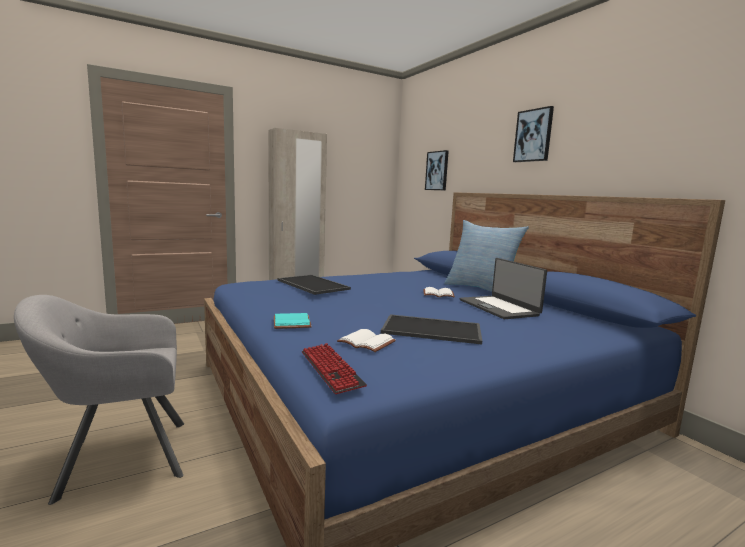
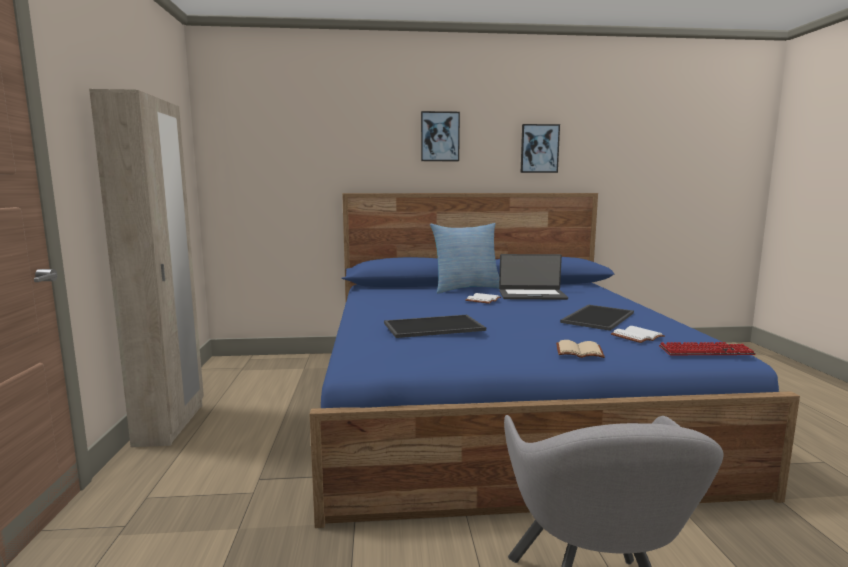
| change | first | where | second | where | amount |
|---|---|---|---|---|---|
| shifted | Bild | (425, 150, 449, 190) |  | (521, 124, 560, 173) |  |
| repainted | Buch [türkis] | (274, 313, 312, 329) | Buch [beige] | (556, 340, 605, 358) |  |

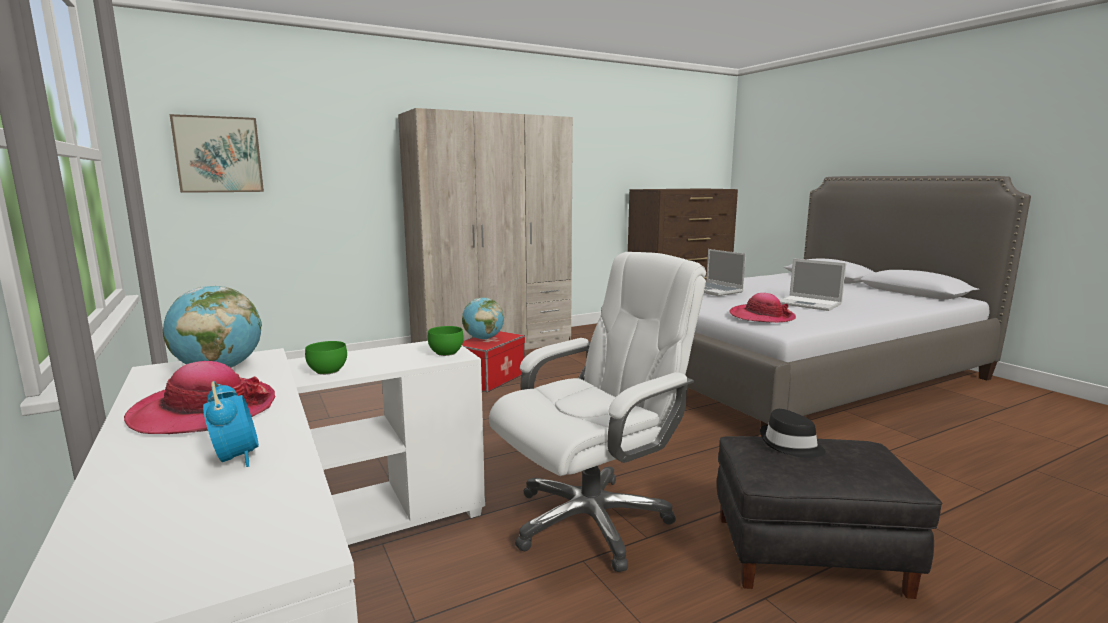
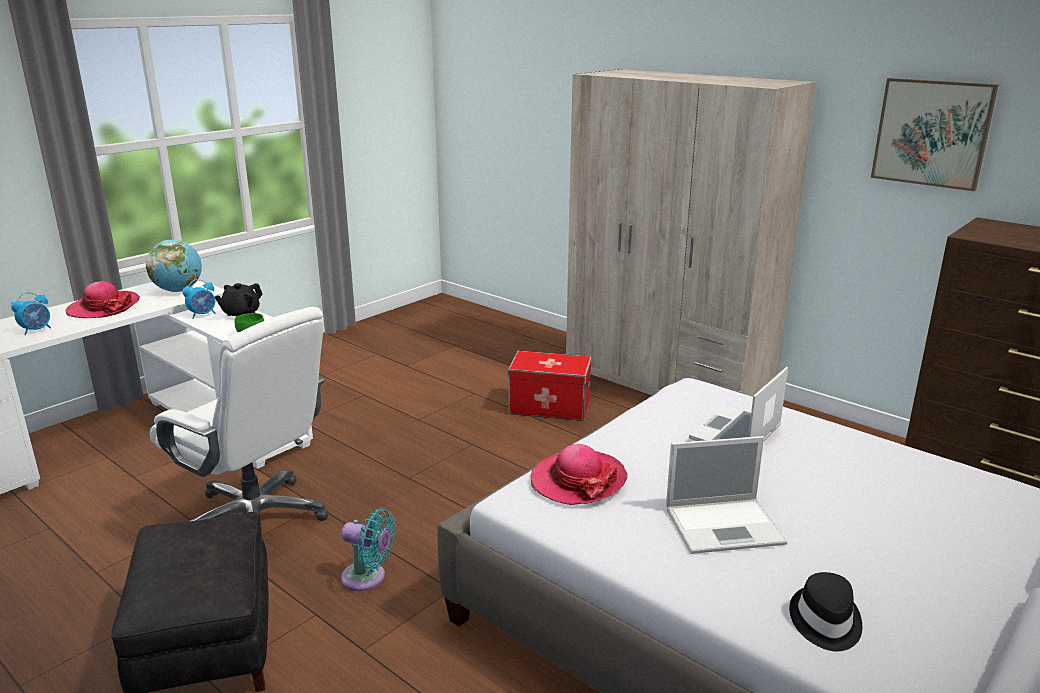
| change | first | where | second | where | amount |
|---|---|---|---|---|---|
| gone | Globus | (462, 297, 504, 340) |  |  |  |
| new |  |  | Teekanne [schwarz] | (215, 283, 263, 317) |  |
| new |  |  | Ventilator [türkis] | (341, 509, 396, 591) |  |
| shifted | Bild | (170, 114, 264, 193) |  | (871, 78, 999, 191) |  |
| shifted | Hut [schwarz] | (760, 409, 826, 458) |  | (789, 572, 862, 651) |  |
| swapped | Schüssel [grün] | (305, 341, 347, 375) | Wecker | (183, 279, 216, 319) |  |
| rotated | Laptop | (779, 258, 846, 311) |  | (666, 436, 787, 554) | 120 degrees counterclockwise |

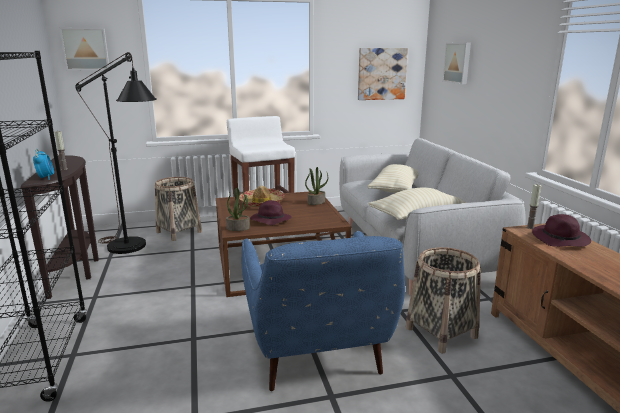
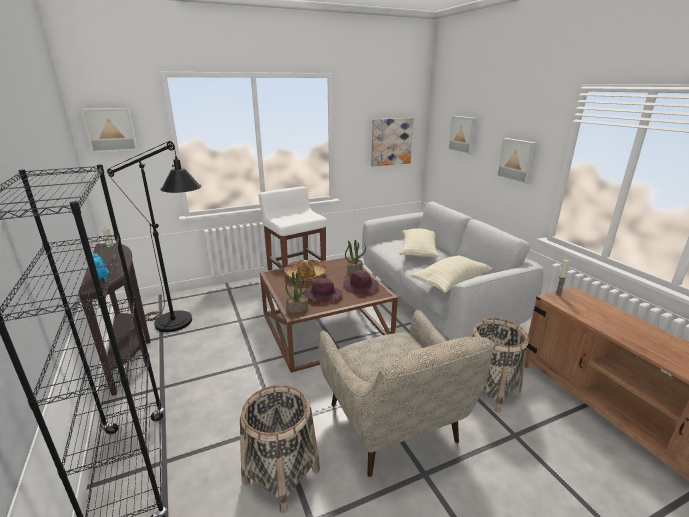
| change | first | where | second | where | amount |
|---|---|---|---|---|---|
| new |  |  | Bild | (496, 138, 537, 185) |  |
| shifted | Korb | (155, 177, 202, 241) |  | (240, 385, 320, 513) |  |
| shifted | Hut [lila] | (532, 214, 591, 247) |  | (343, 270, 379, 294) |  |
| repainted | Sessel [blau] | (242, 231, 405, 391) | Sessel [beige] | (318, 310, 494, 477) |  |

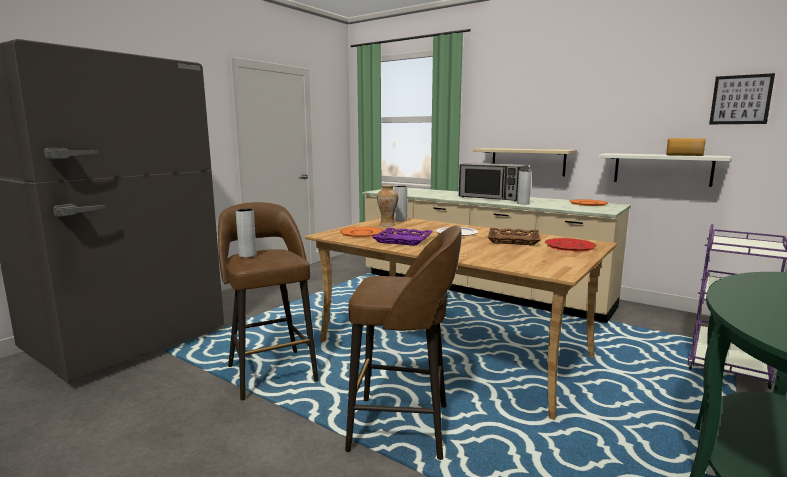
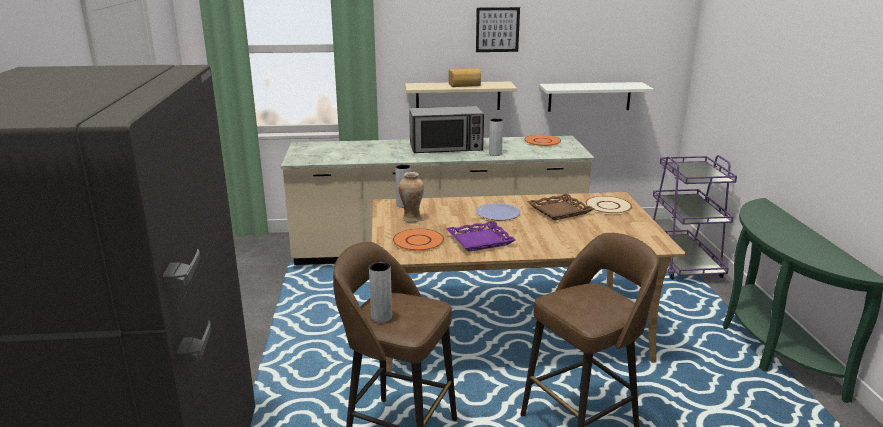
| change | first | where | second | where | amount |
|---|---|---|---|---|---|
| shifted | Brot | (666, 138, 706, 156) |  | (449, 68, 481, 87) |  |
| shifted | Bild | (709, 73, 775, 124) |  | (476, 7, 520, 52) |  |
| repainted | Teller [rot] | (545, 238, 597, 251) | Teller [beige] | (585, 196, 632, 214) |  |

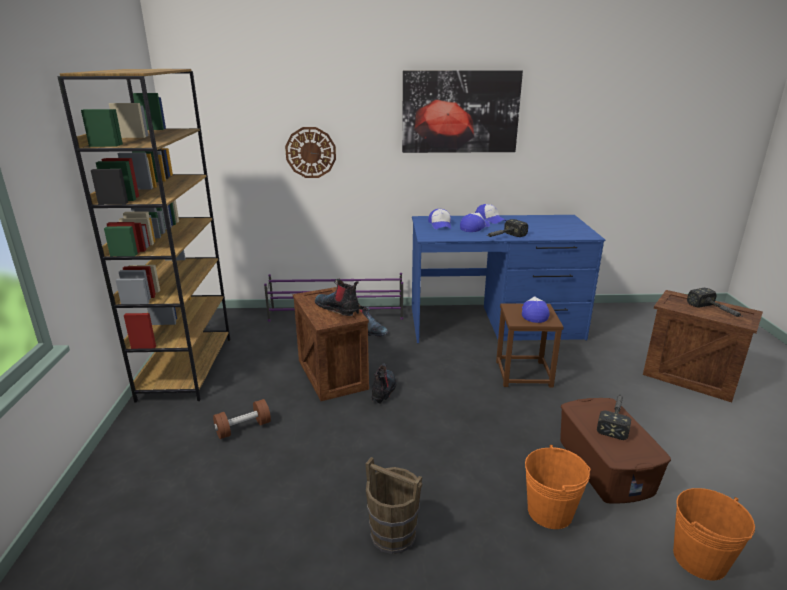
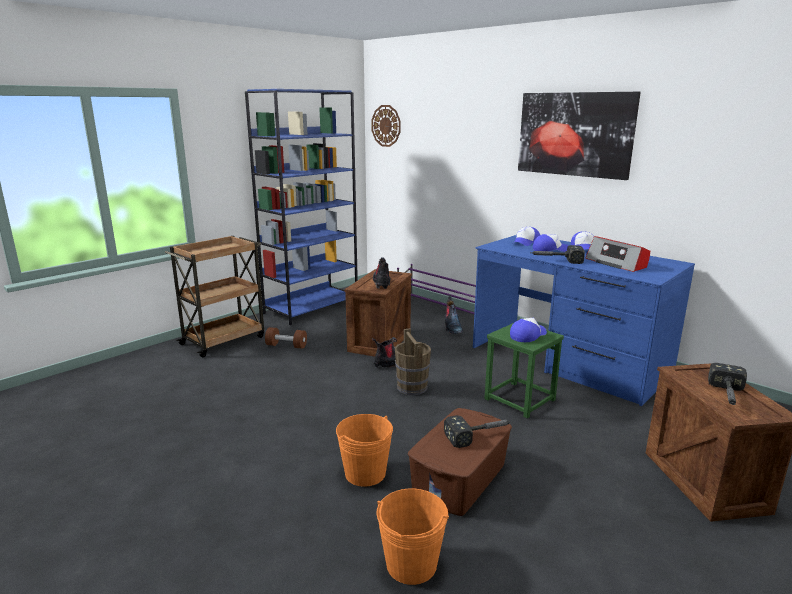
| change | first | where | second | where | amount |
|---|---|---|---|---|---|
| new |  |  | Rollwagen [braun] | (165, 236, 264, 357) |  |
| new |  |  | Radio | (586, 236, 650, 272) |  |
| shifted | Wanduhr | (285, 127, 336, 178) |  | (371, 105, 401, 147) |  |
| shifted | Eimer [braun] | (365, 457, 422, 554) |  | (395, 328, 431, 395) |  |
| repainted | Bücherregal [braun] | (57, 69, 230, 402) | Bücherregal [blau] | (245, 89, 358, 325) |  |
| repainted | Hocker [braun] | (496, 303, 564, 388) | Hocker [grün] | (484, 323, 564, 418) |  |

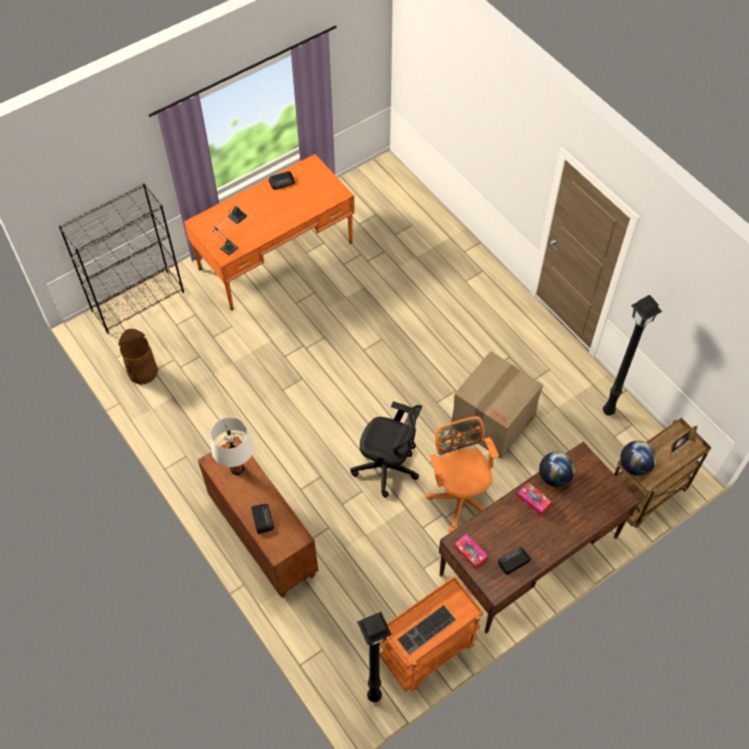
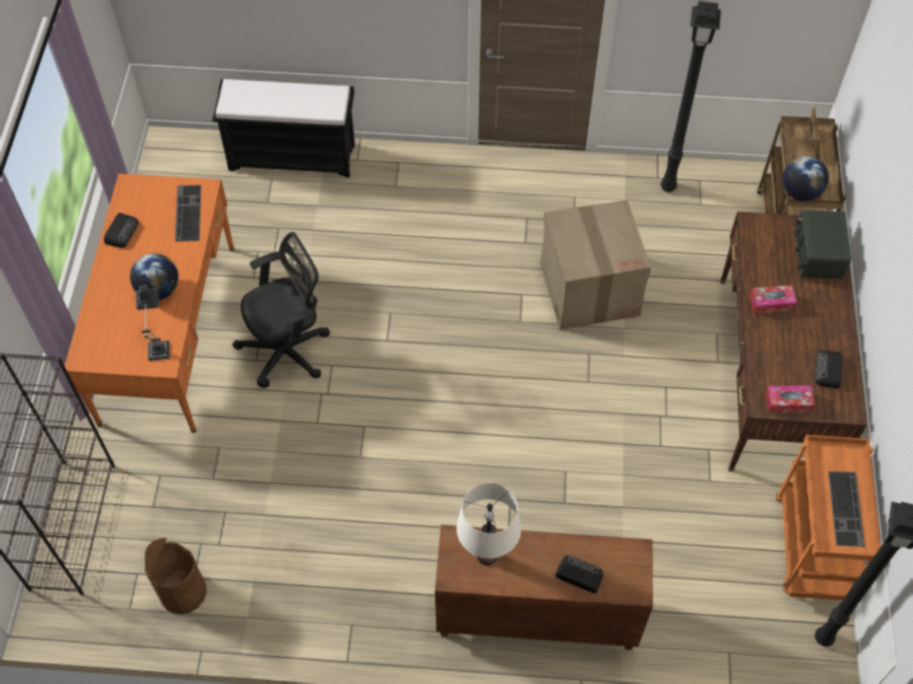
| change | first | where | second | where | amount |
|---|---|---|---|---|---|
| gone | Bürostuhl [orange] | (426, 416, 499, 532) |  |  |  |
| new |  |  | Tastatur | (175, 185, 201, 242) |  |
| new |  |  | Bank [schwarz] | (212, 79, 355, 178) |  |
| new |  |  | Radio | (794, 210, 851, 279) |  |
| shifted | Bürostuhl [schwarz] | (350, 401, 422, 498) |  | (232, 232, 330, 388) |  |
| shifted | Globus | (539, 451, 575, 487) |  | (130, 253, 179, 300) |  |

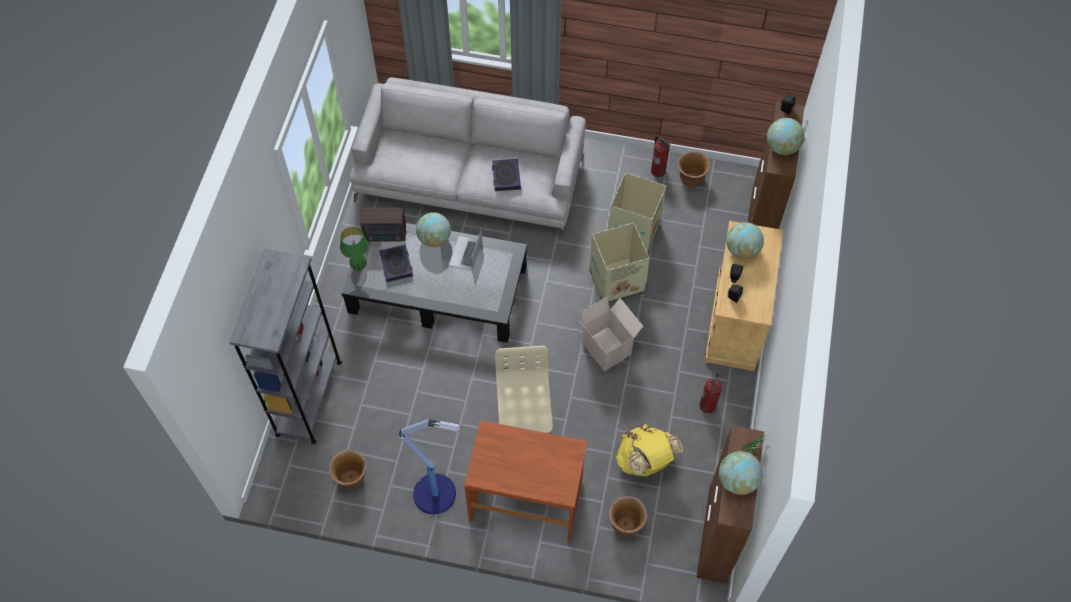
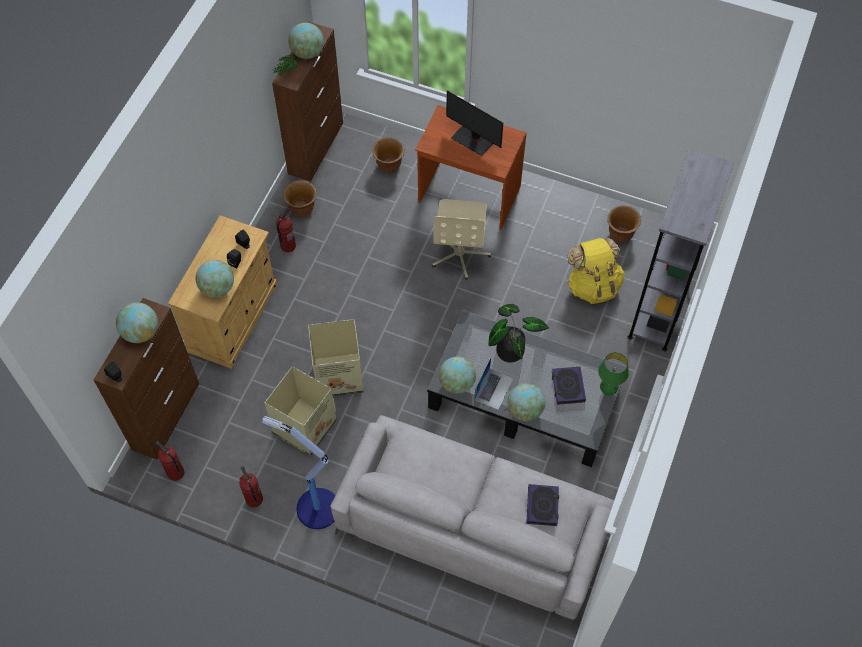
| change | first | where | second | where | amount |
|---|---|---|---|---|---|
| gone | Radio | (361, 208, 406, 242) |  |  |  |
| gone | Karton | (581, 297, 644, 371) |  |  |  |
| new |  |  | Feuerlöscher | (156, 441, 184, 481) |  |
| new |  |  | Globus | (439, 357, 476, 394) |  |
| new |  |  | Monitor | (446, 91, 503, 156) |  |
| new |  |  | Topfpflanze | (489, 304, 549, 363) |  |
| shifted | Stehlampe | (399, 419, 460, 514) |  | (262, 416, 335, 529) |  |
| shifted | Buch | (492, 159, 521, 191) |  | (526, 484, 559, 526) |  |
| shifted | Rucksack [gelb] | (616, 424, 684, 476) |  | (568, 238, 625, 304) |  |
| shifted | Pflanzkübel [braun] | (678, 151, 711, 187) |  | (283, 180, 317, 217) |  |

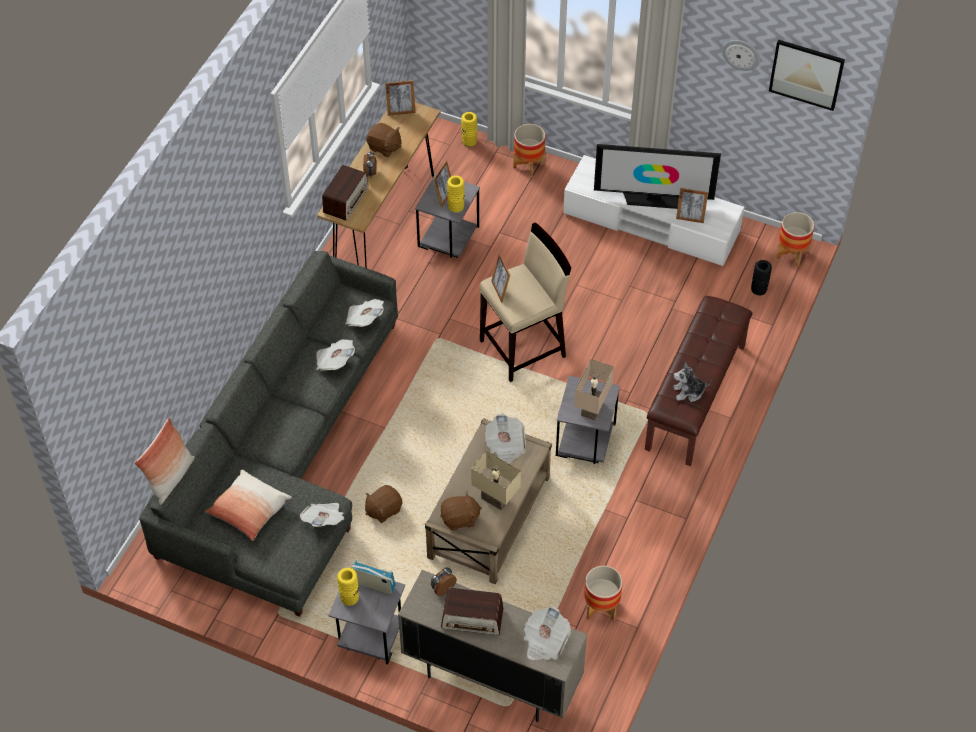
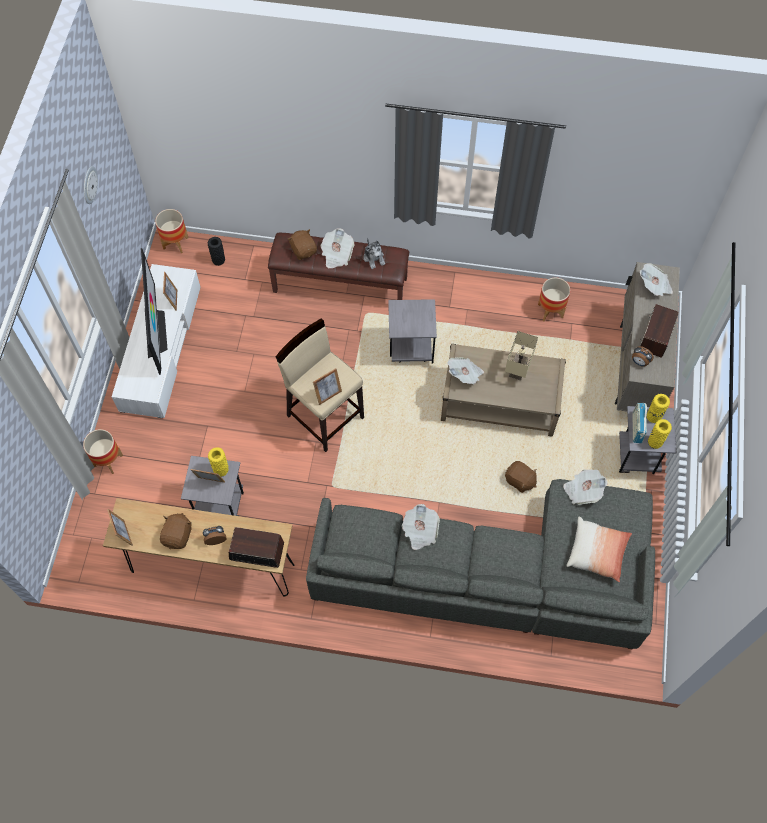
| change | first | where | second | where | amount |
|---|---|---|---|---|---|
| gone | Kissen | (134, 417, 195, 505) |  |  |  |
| gone | Tischlampe [beige] | (574, 359, 614, 421) |  |  |  |
| gone | Bild | (769, 40, 845, 111) |  |  |  |
| shifted | Zeitung | (345, 299, 384, 327) |  | (321, 228, 354, 268) |  |
| shifted | Plüschtier [braun] | (440, 492, 482, 531) |  | (288, 229, 317, 260) |  |
| shifted | Vase [gelb] | (461, 112, 477, 147) |  | (647, 394, 670, 423) |  |
| rotated | Radio | (441, 588, 503, 635) |  | (640, 304, 679, 358) | 150 degrees counterclockwise |

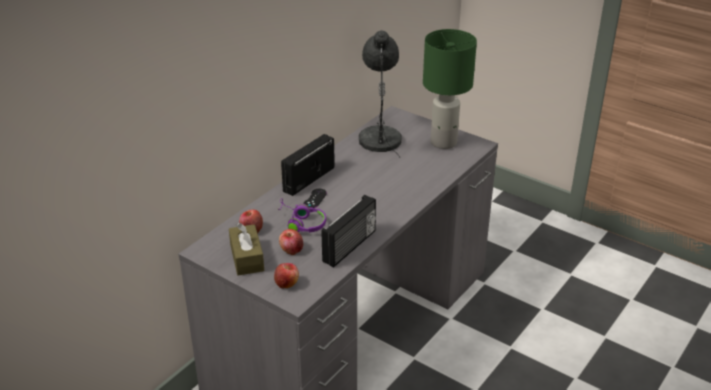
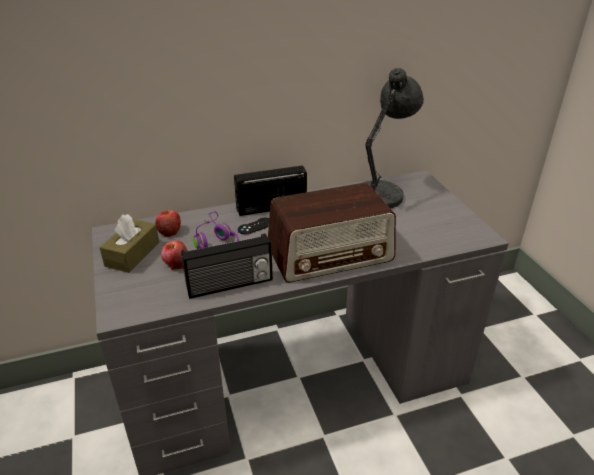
| change | first | where | second | where | amount |
|---|---|---|---|---|---|
| gone | Apfel | (274, 263, 299, 288) |  |  |  |
| gone | Tischlampe [grün] | (423, 29, 477, 149) |  |  |  |
| new |  |  | Radio | (268, 183, 396, 283) |  |

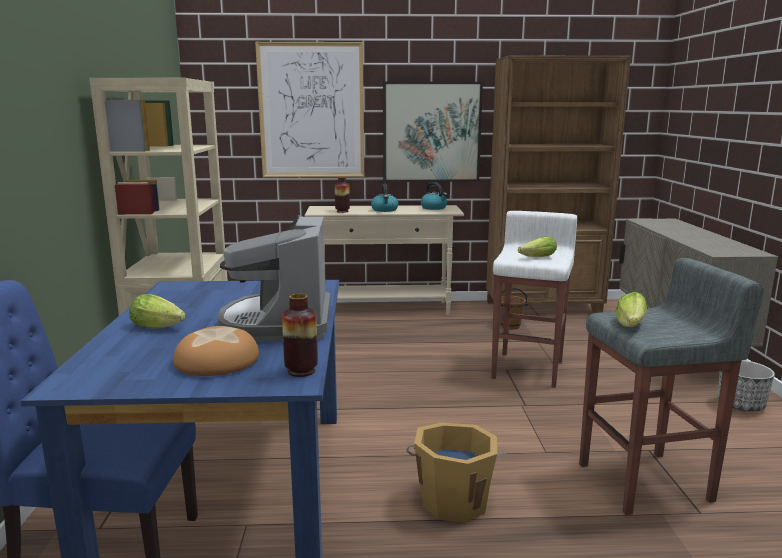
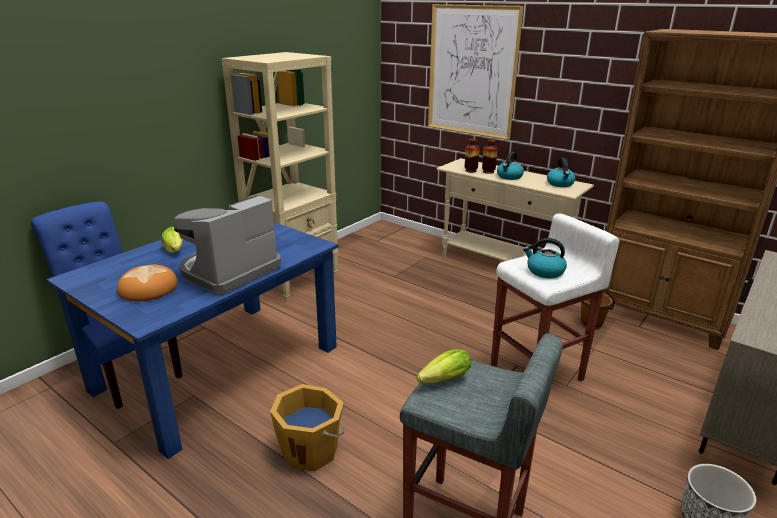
| change | first | where | second | where | amount |
|---|---|---|---|---|---|
| gone | Bild | (383, 82, 483, 182) |  |  |  |
| shifted | Vase | (282, 294, 318, 377) |  | (482, 139, 498, 174) |  |
| swapped | Salatkopf | (518, 236, 557, 257) | Wasserkessel | (523, 238, 567, 278) |  |

